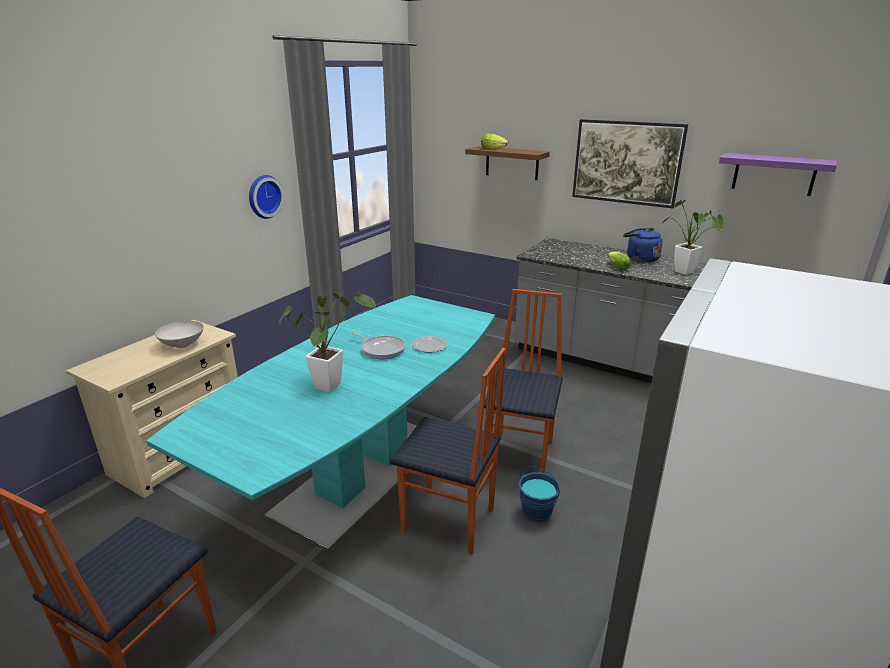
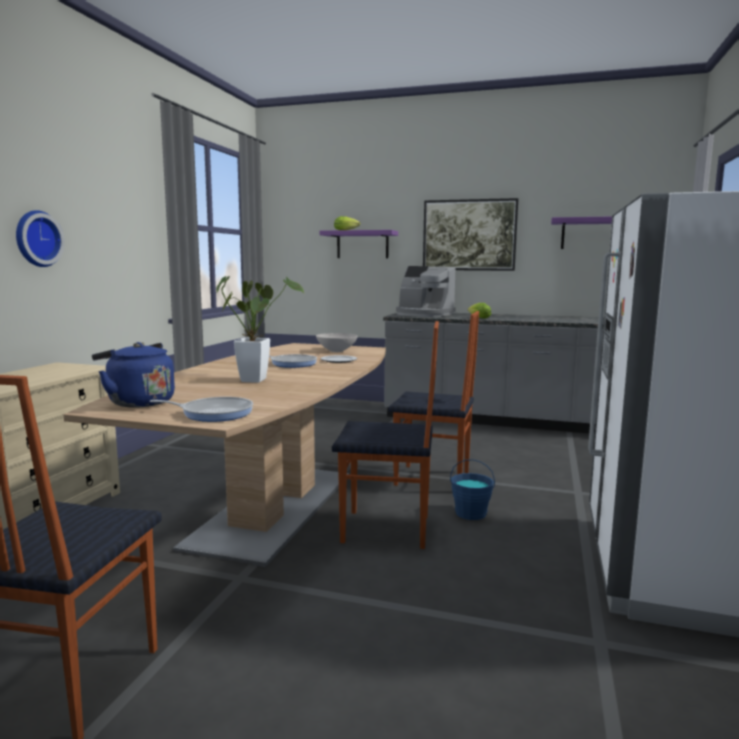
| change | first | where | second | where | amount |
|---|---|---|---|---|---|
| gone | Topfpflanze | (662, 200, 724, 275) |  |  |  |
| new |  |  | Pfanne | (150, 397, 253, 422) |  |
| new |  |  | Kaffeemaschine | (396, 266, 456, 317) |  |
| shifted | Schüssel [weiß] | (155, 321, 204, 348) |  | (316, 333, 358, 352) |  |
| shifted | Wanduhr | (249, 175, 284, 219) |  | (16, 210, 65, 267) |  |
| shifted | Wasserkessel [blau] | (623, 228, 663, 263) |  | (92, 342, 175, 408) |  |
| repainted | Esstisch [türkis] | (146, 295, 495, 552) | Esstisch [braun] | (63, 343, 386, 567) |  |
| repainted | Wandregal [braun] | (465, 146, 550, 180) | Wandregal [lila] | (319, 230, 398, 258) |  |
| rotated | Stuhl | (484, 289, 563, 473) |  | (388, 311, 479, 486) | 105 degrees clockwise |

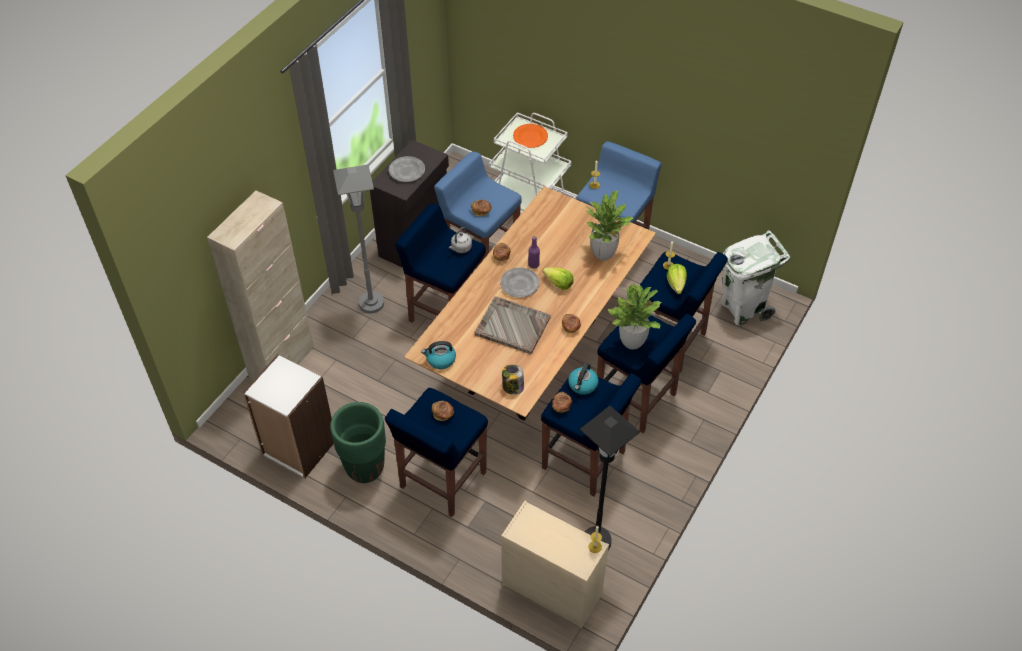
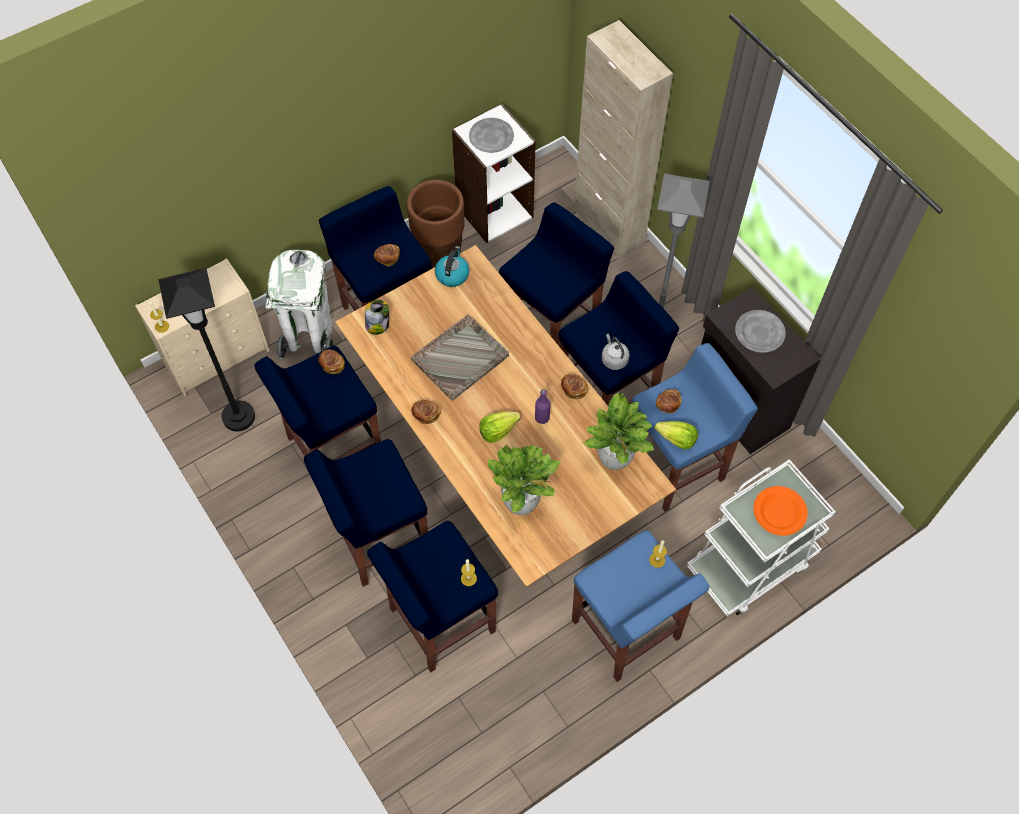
| change | first | where | second | where | amount |
|---|---|---|---|---|---|
| gone | Wasserkessel | (568, 363, 598, 395) |  |  |  |
| new |  |  | Hocker [blau] | (499, 202, 614, 346) |  |
| shifted | Teller [grau] | (500, 267, 539, 297) |  | (469, 118, 514, 153) |  |
| shifted | Topfpflanze | (607, 283, 661, 350) |  | (583, 393, 654, 470) |  |
| shifted | Salatkopf | (667, 264, 687, 294) |  | (654, 421, 698, 449) |  |
| shifted | Mülleimer [weiß] | (722, 230, 790, 326) |  | (265, 250, 333, 359) |  |
| repainted | Pflanzkübel [grün] | (330, 402, 386, 483) | Pflanzkübel [braun] | (407, 180, 465, 269) |  |

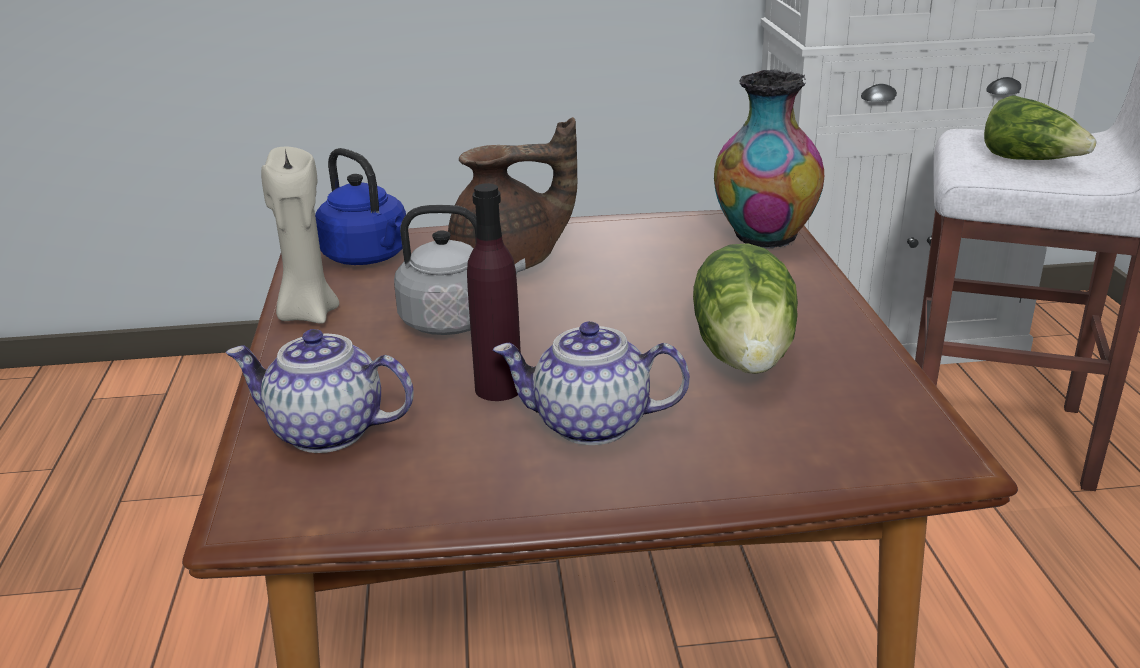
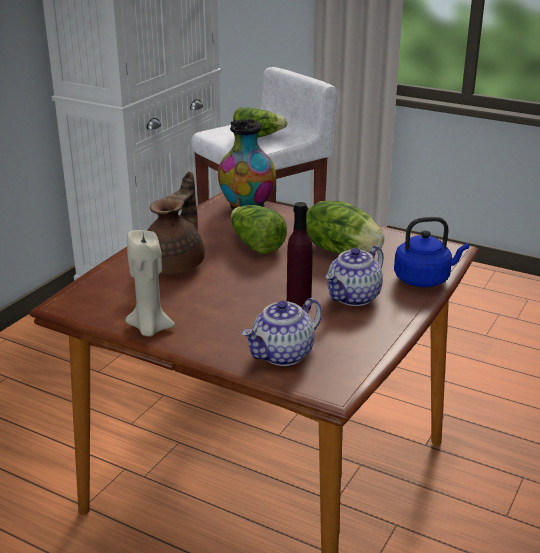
| change | first | where | second | where | amount |
|---|---|---|---|---|---|
| gone | Wasserkessel [grau] | (394, 205, 526, 335) |  |  |  |
| new |  |  | Salatkopf | (231, 205, 287, 254) |  |
| shifted | Wasserkessel [blau] | (315, 148, 406, 265) |  | (394, 217, 469, 287) |  |

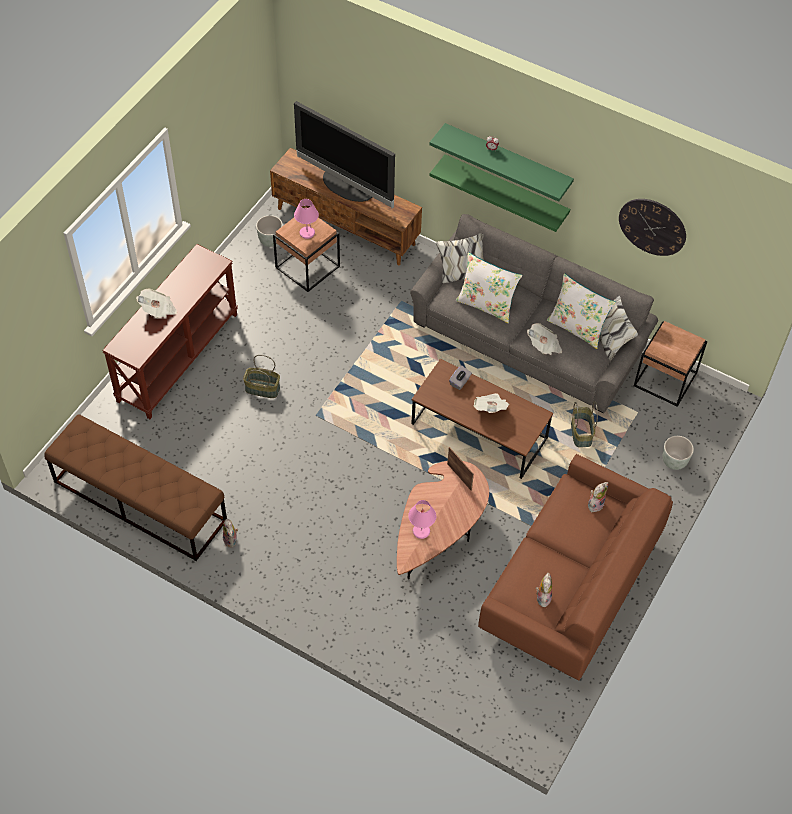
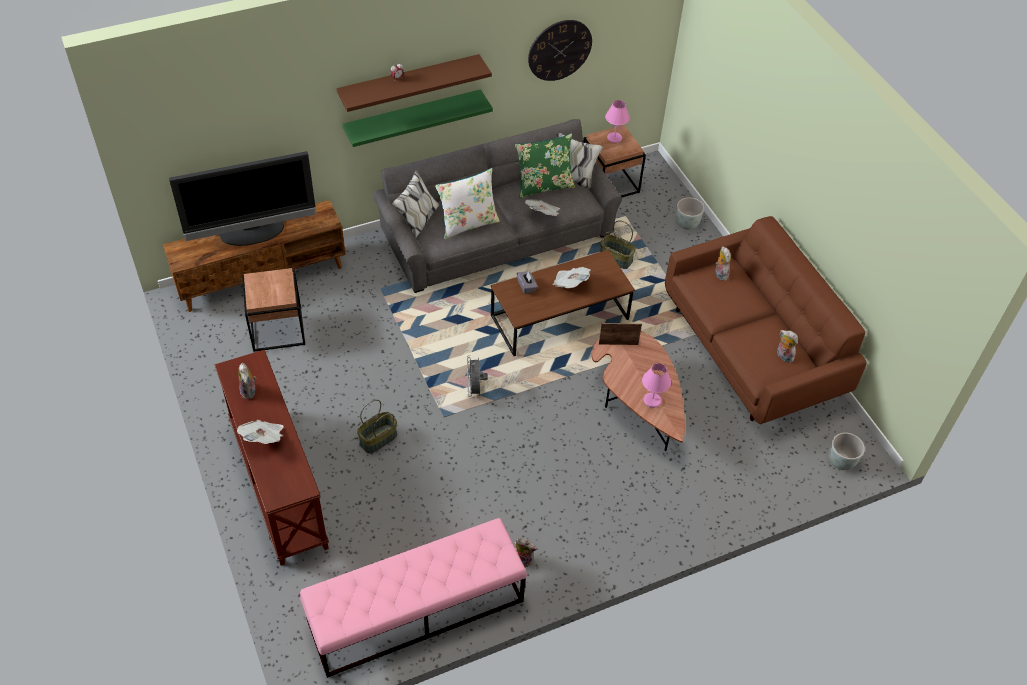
| change | first | where | second | where | amount |
|---|---|---|---|---|---|
| new |  |  | Plüschtier | (238, 363, 256, 399) |  |
| new |  |  | Ventilator [grau] | (467, 355, 488, 399) |  |
| shifted | Pflanzkübel [grau] | (256, 215, 283, 247) |  | (829, 433, 865, 470) |  |
| shifted | Tischlampe [rosa] | (294, 199, 319, 239) |  | (605, 100, 630, 143) |  |
| repainted | Bank [braun] | (44, 414, 227, 561) | Bank [rosa] | (300, 518, 527, 678) |  |
| repainted | Wandregal [grün] | (429, 123, 574, 202) | Wandregal [braun] | (336, 54, 492, 112) |  |
| repainted | Kissen [weiß] | (547, 273, 616, 349) | Kissen [grün] | (515, 133, 575, 198) |  |

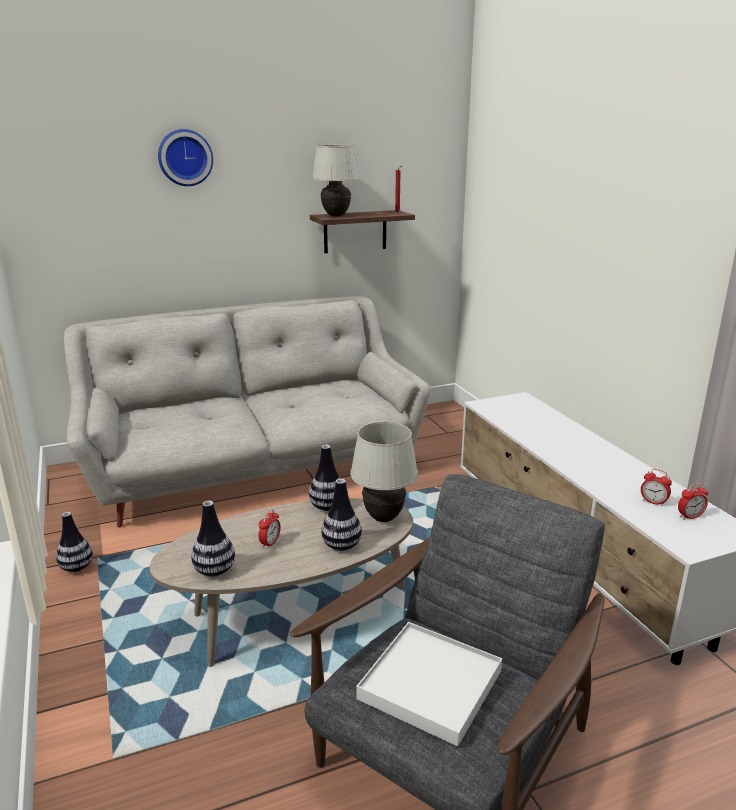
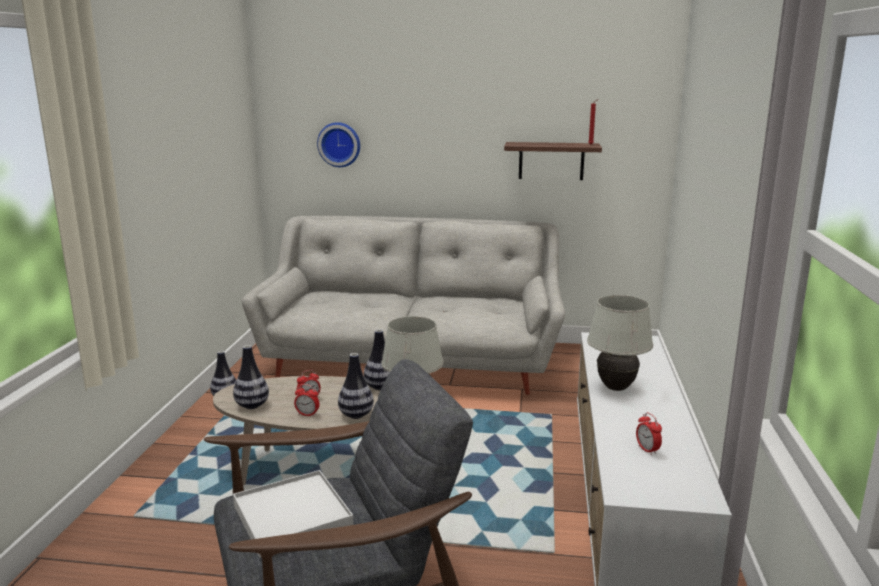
| change | first | where | second | where | amount |
|---|---|---|---|---|---|
| shifted | Wanduhr | (158, 129, 213, 186) |  | (317, 122, 360, 167) |  |
| shifted | Tischlampe [weiß] | (312, 145, 359, 216) |  | (587, 295, 653, 391) |  |
| shifted | Wecker | (678, 483, 708, 520) |  | (294, 384, 319, 417) |  |

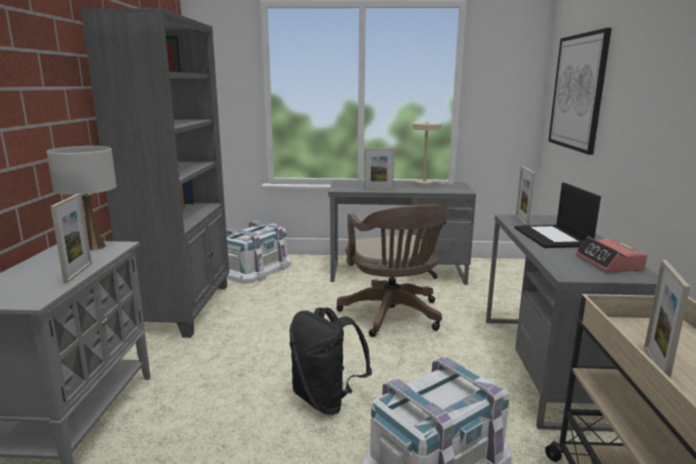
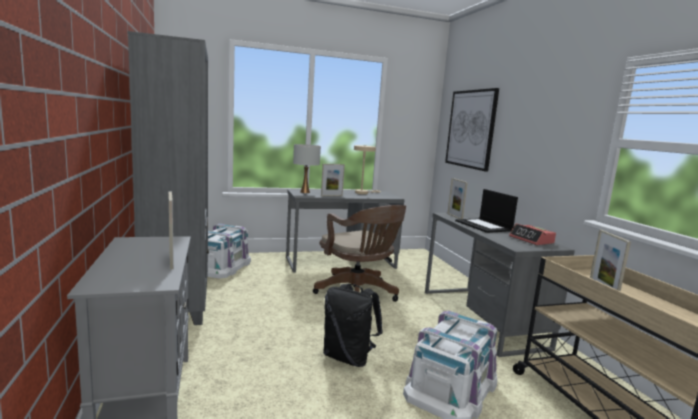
| change | first | where | second | where | amount |
|---|---|---|---|---|---|
| shifted | Tischlampe [weiß] | (46, 146, 116, 250) |  | (293, 144, 321, 193) |  |

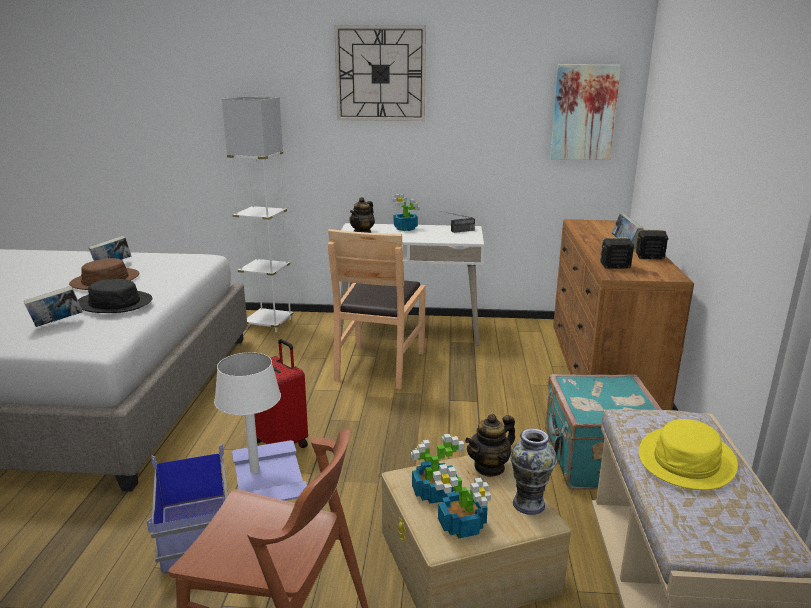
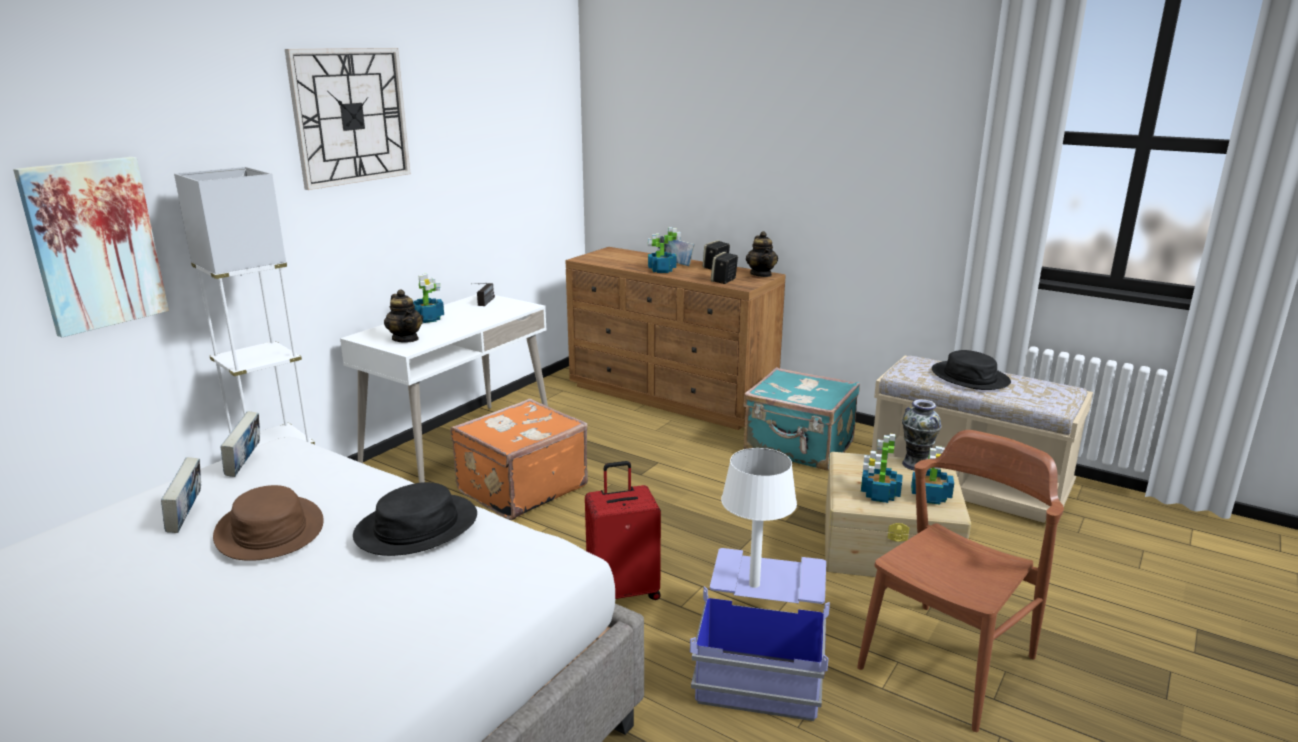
| change | first | where | second | where | amount |
|---|---|---|---|---|---|
| new |  |  | Topfpflanze | (648, 227, 681, 273) |  |
| shifted | Buch | (24, 286, 83, 327) |  | (220, 411, 260, 477) |  |
| shifted | Teekanne | (465, 414, 515, 477) |  | (746, 231, 778, 277) |  |
| shifted | Bild | (550, 64, 621, 160) |  | (13, 157, 169, 337) |  |
| swapped | Stuhl [braun] | (328, 229, 426, 389) | Koffer [orange] | (450, 398, 588, 520) |  |
| repainted | Hut [gelb] | (639, 419, 738, 490) | Hut [schwarz] | (932, 350, 1011, 390) |  |

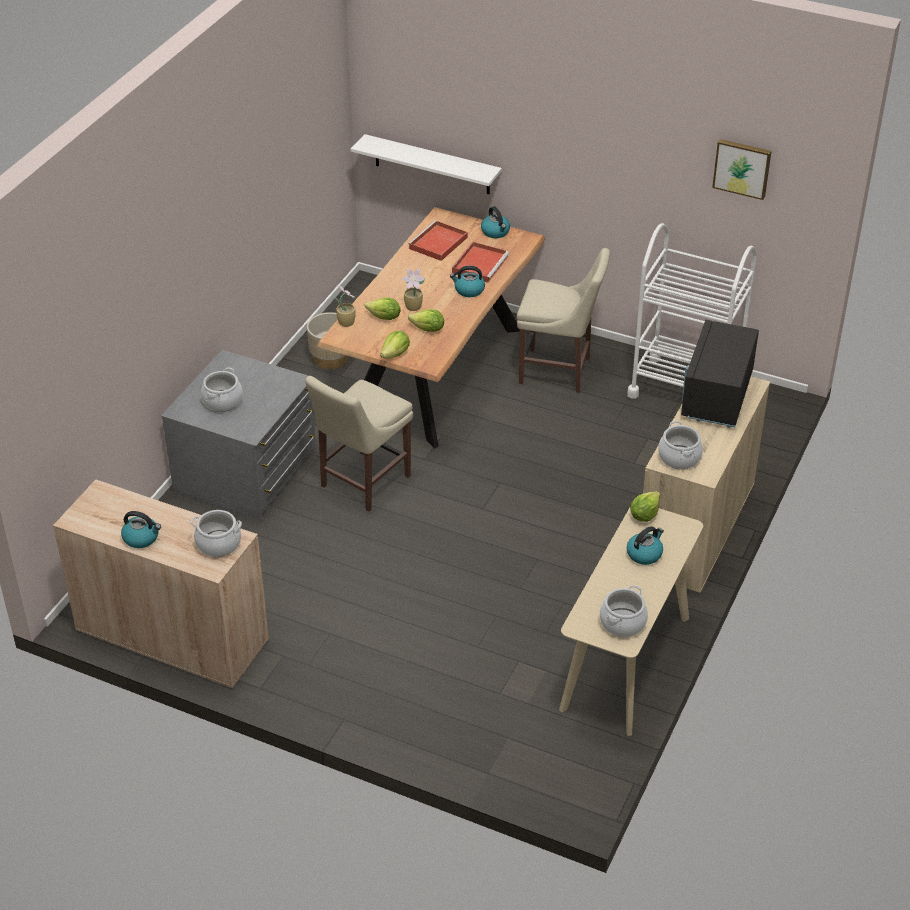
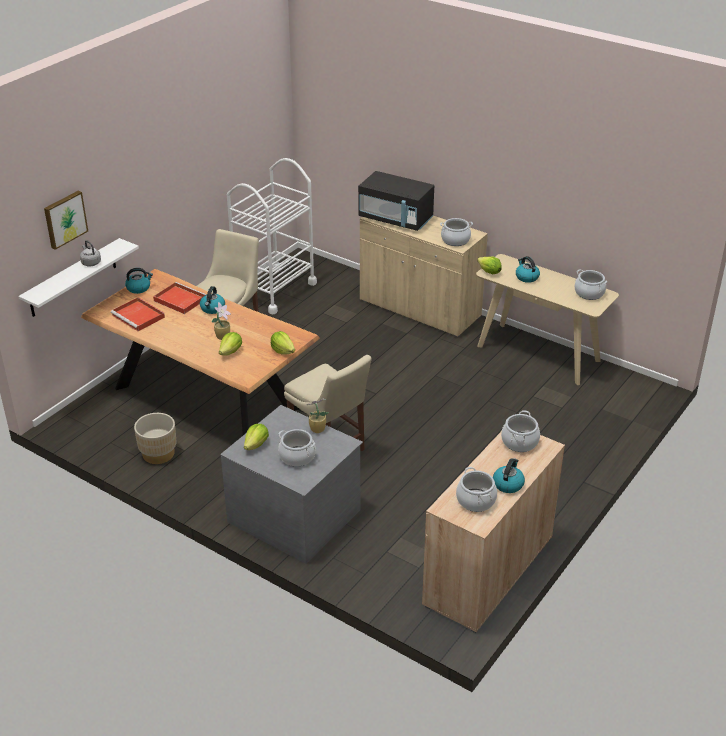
| change | first | where | second | where | amount |
|---|---|---|---|---|---|
| new |  |  | Wasserkessel [grau] | (80, 240, 101, 266) |  |
| new |  |  | Kochtopf | (456, 467, 497, 512) |  |
| shifted | Topfpflanze | (333, 285, 356, 327) |  | (305, 399, 329, 433) |  |
| shifted | Salatkopf | (408, 309, 444, 332) |  | (244, 424, 269, 450) |  |
| shifted | Bild | (712, 139, 772, 200) |  | (44, 191, 88, 250) |  |

